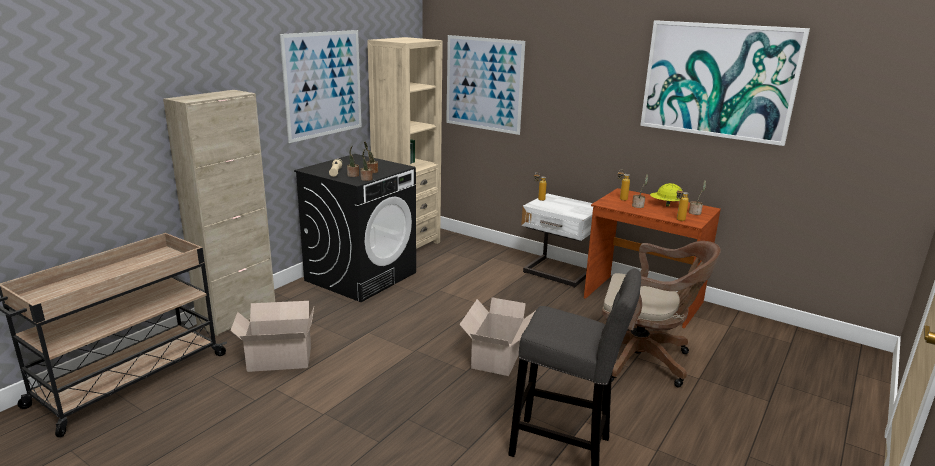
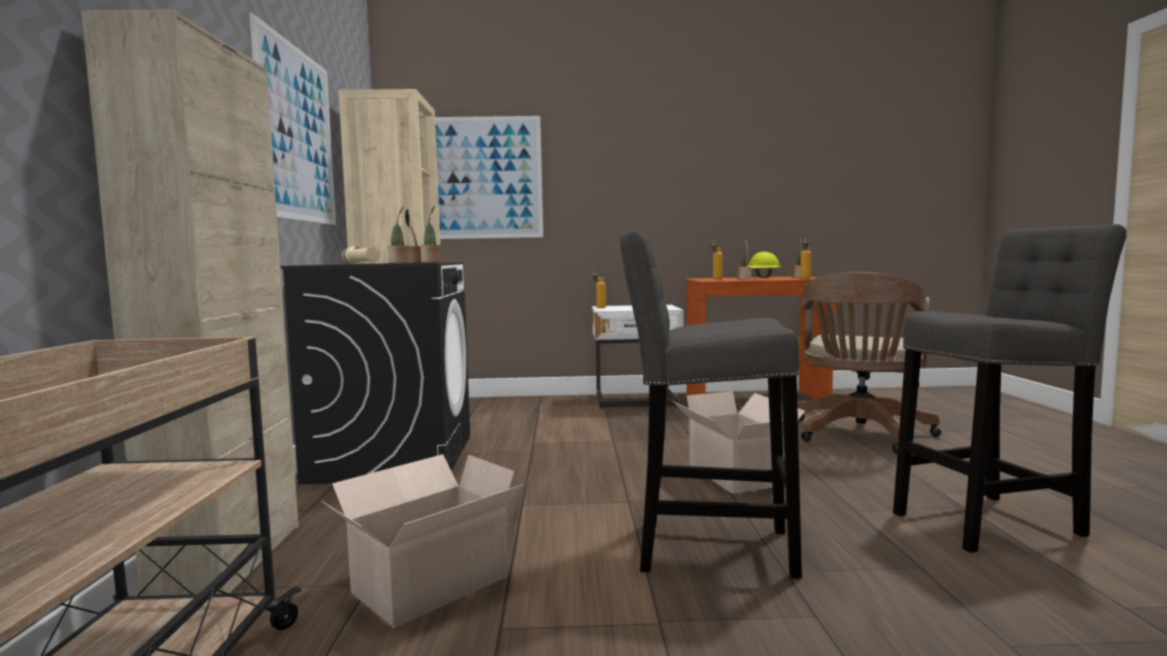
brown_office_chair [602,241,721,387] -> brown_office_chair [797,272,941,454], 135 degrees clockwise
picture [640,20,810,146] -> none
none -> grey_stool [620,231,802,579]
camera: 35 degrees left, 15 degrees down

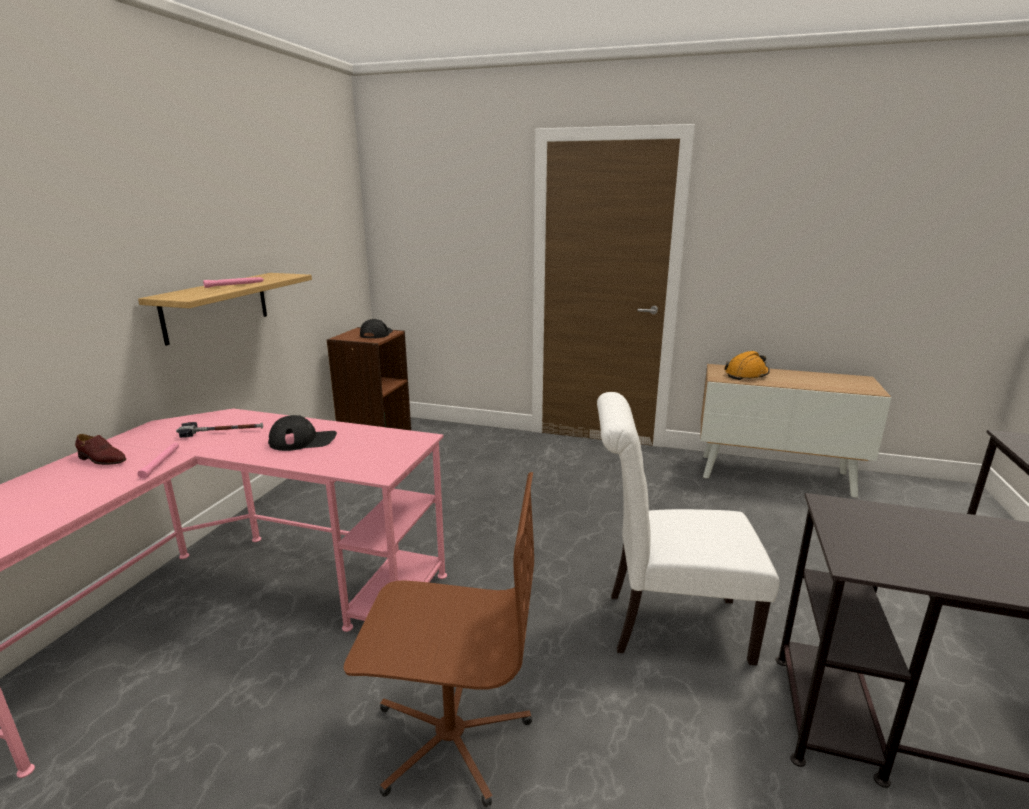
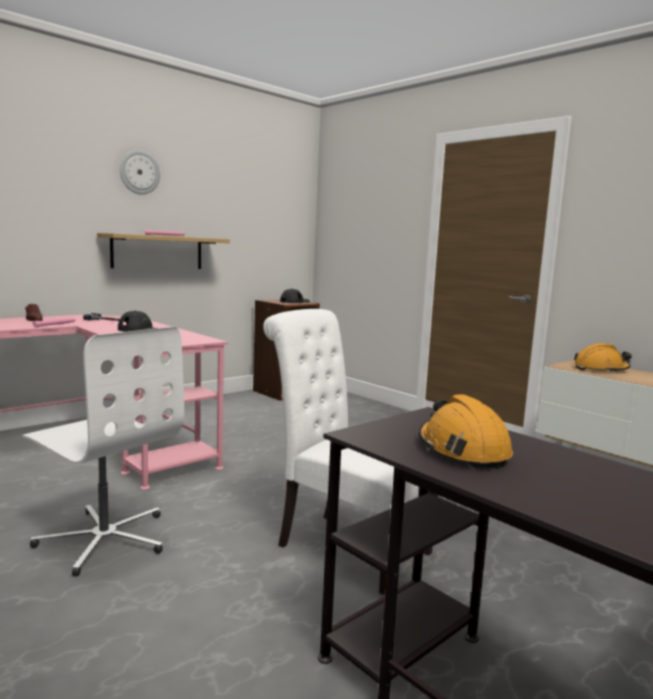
brown_office_chair [344,472,534,807] -> white_office_chair [22,327,184,576]
none -> wall_clock [120,150,160,195]
none -> orange_hard_hat [418,394,513,469]
camera: 30 degrees right, 10 degrees down

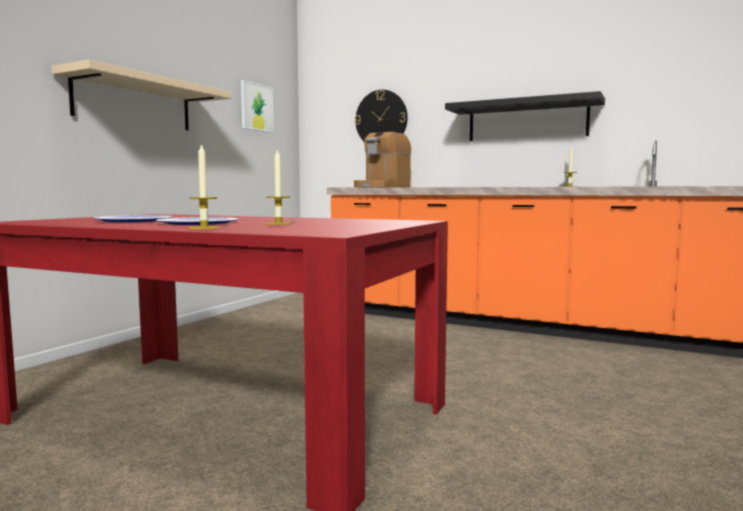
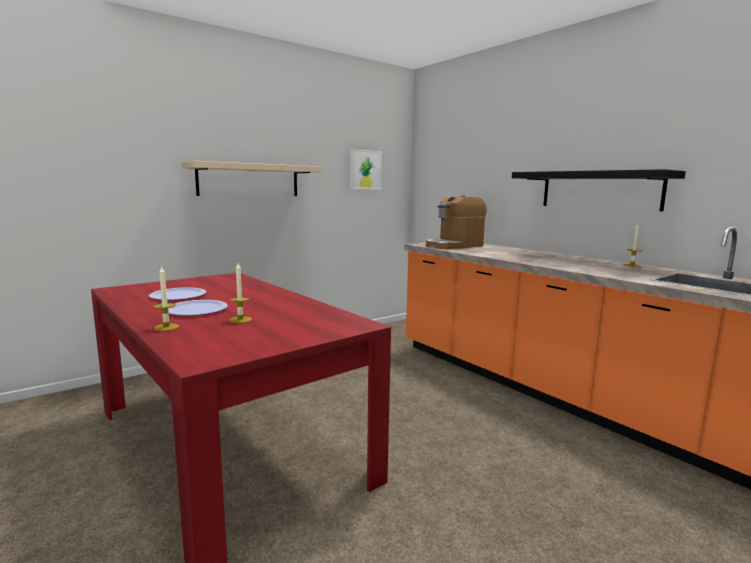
wall_clock [355,90,408,142] -> none
camera: 25 degrees right, 5 degrees up

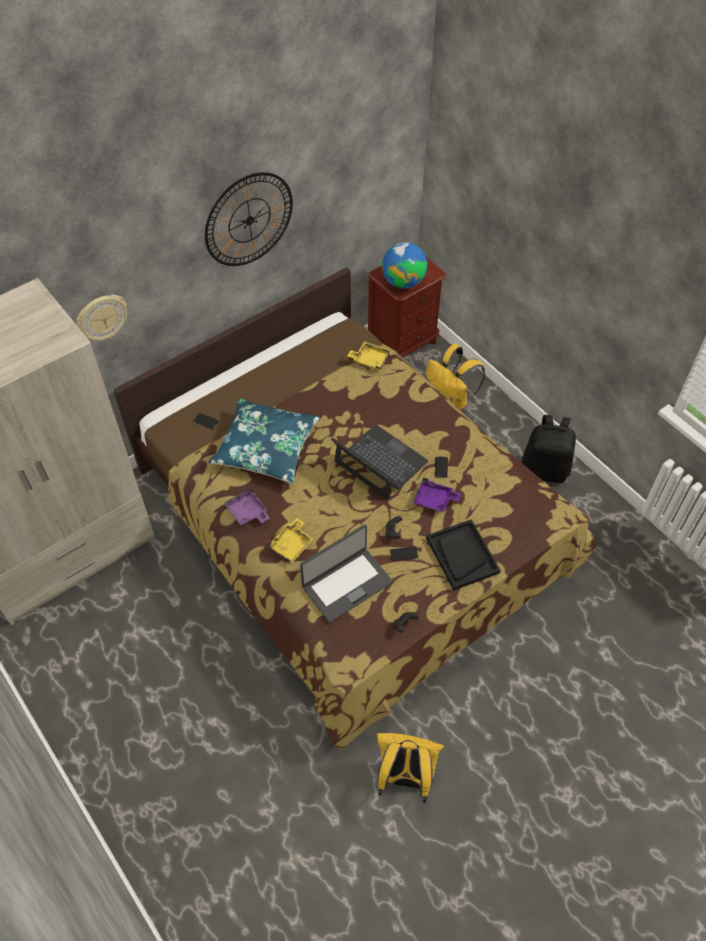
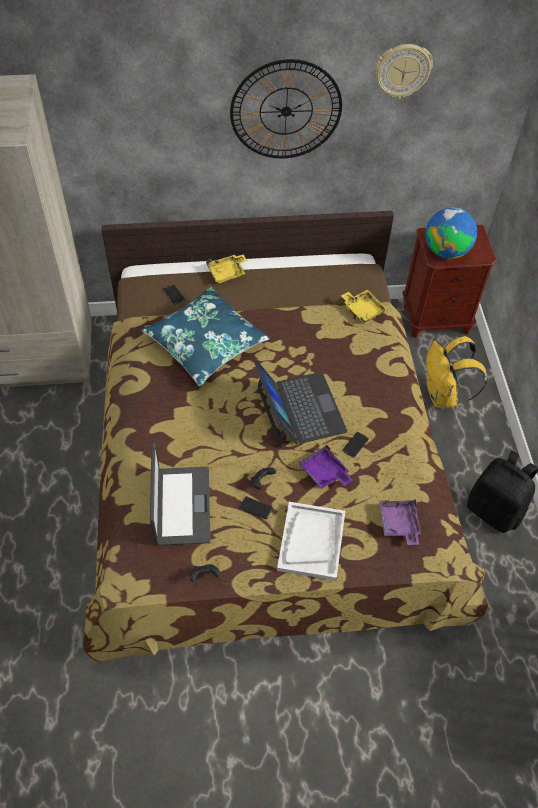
wall_clock [77,295,127,341] -> wall_clock [375,44,433,99], move
purple_tray [224,487,270,525] -> purple_tray [379,499,421,545], move
yellow_tray [267,518,314,563] -> yellow_tray [206,254,247,283], move
laptop [300,524,393,623] -> laptop [150,442,211,546], 90 degrees counterclockwise
yellow_backpack [376,733,444,803] -> none
black_tray [426,519,501,590] -> white_tray [277,502,345,581]
camera: 30 degrees right, 0 degrees up

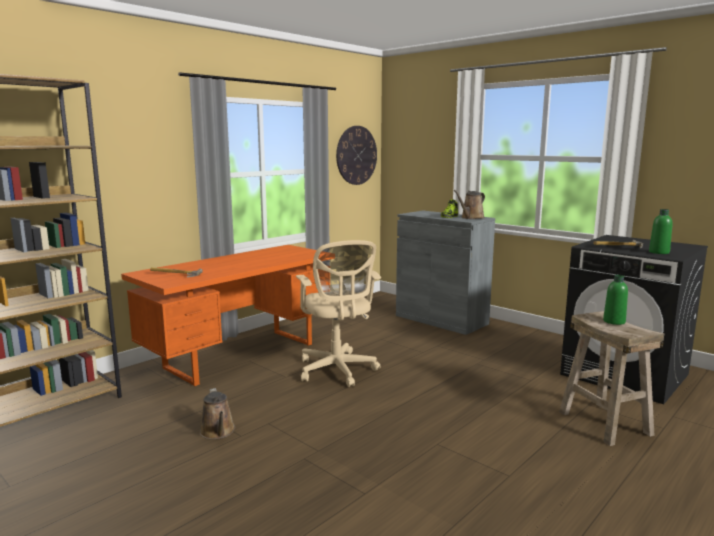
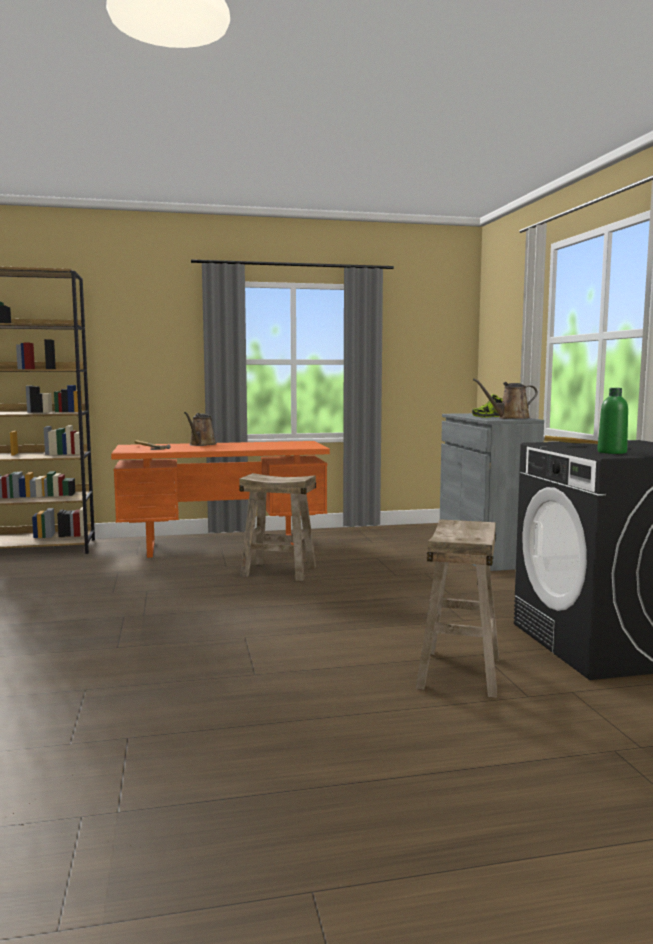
brown_watering_can [200,388,235,439] -> brown_watering_can [184,412,217,446], move
beige_office_chair [296,240,381,387] -> beige_stool [239,473,316,581]
wall_clock [336,126,377,185] -> none
green_bottle [603,275,628,325] -> none
camera: 35 degrees right, 5 degrees down

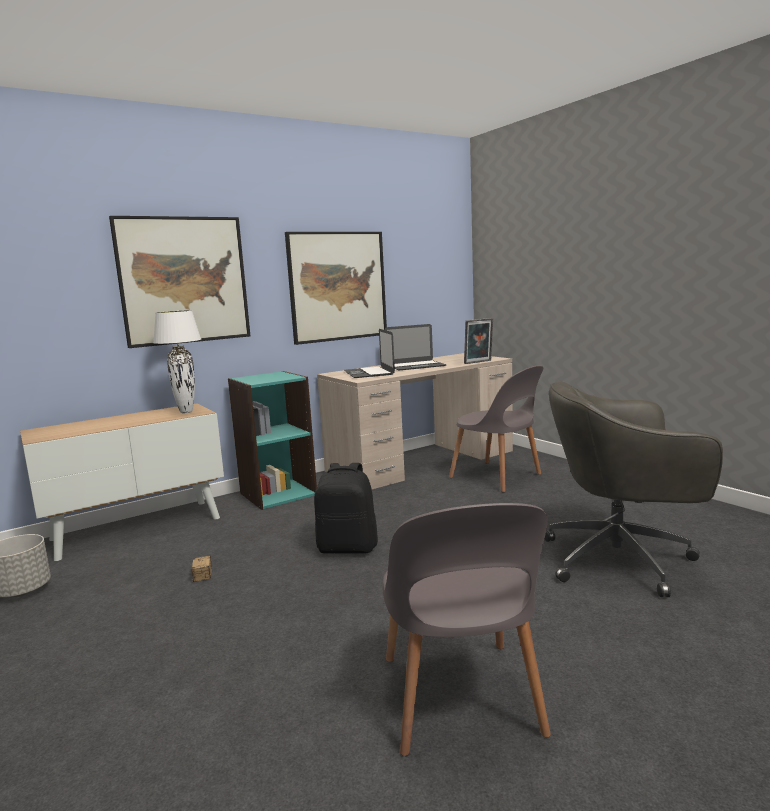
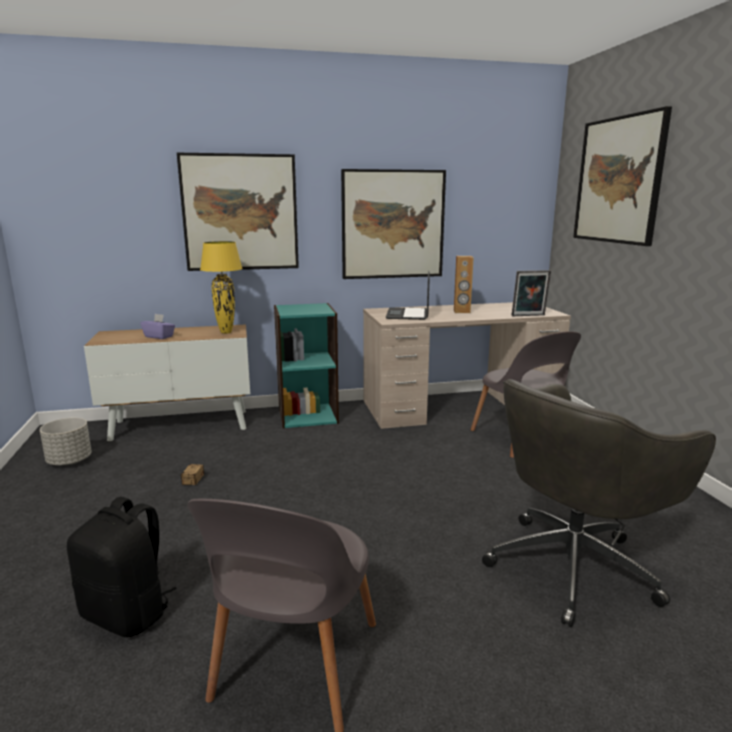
white_table_lamp [153,310,201,413] -> yellow_table_lamp [200,241,242,334]
black_backpack [314,463,378,554] -> black_backpack [67,497,177,637], move
laptop [385,324,446,370] -> brown_speaker [454,256,474,313]
grey_office_chair [544,381,723,597] -> grey_office_chair [482,379,716,627], 60 degrees counterclockwise
none -> purple_tissue_box [140,314,175,339]
none -> picture [573,106,672,246]
camera: 20 degrees right, 5 degrees up

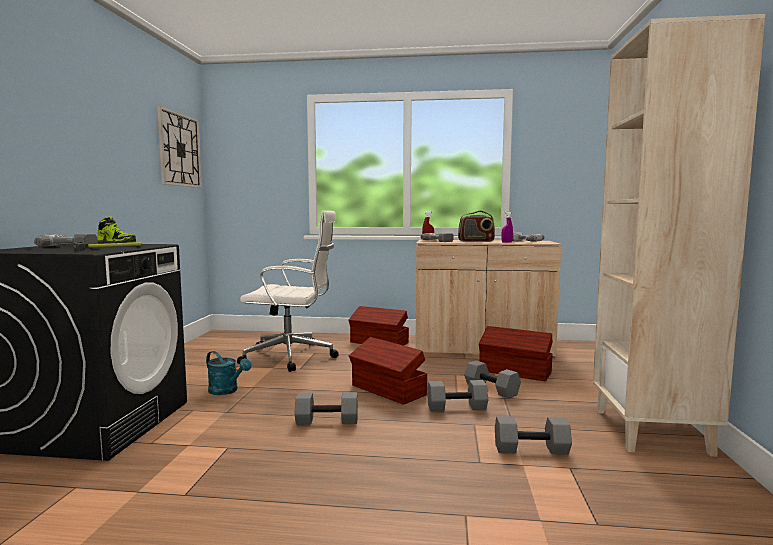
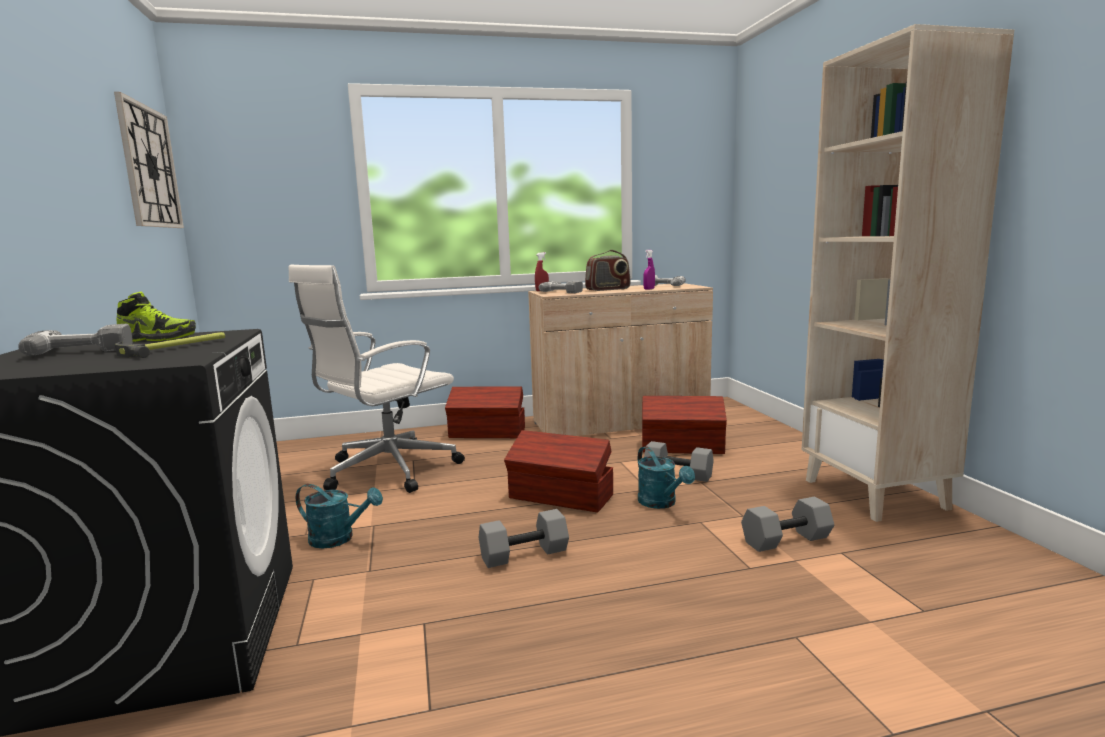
white_office_chair [237,211,339,372] -> white_office_chair [289,265,465,493], 150 degrees clockwise
grey_dumbbell [427,380,488,411] -> turquoise_watering_can [638,446,695,509]
camera: 20 degrees left, 5 degrees up

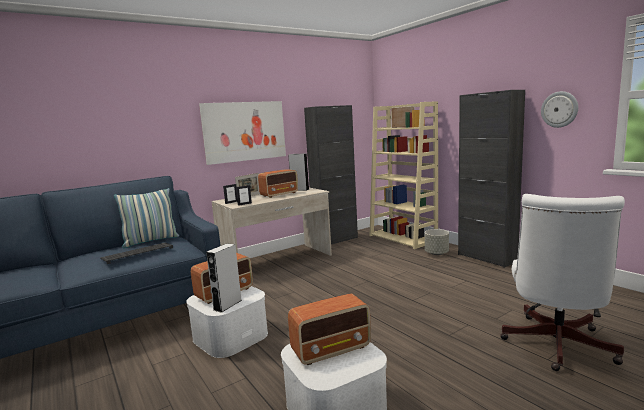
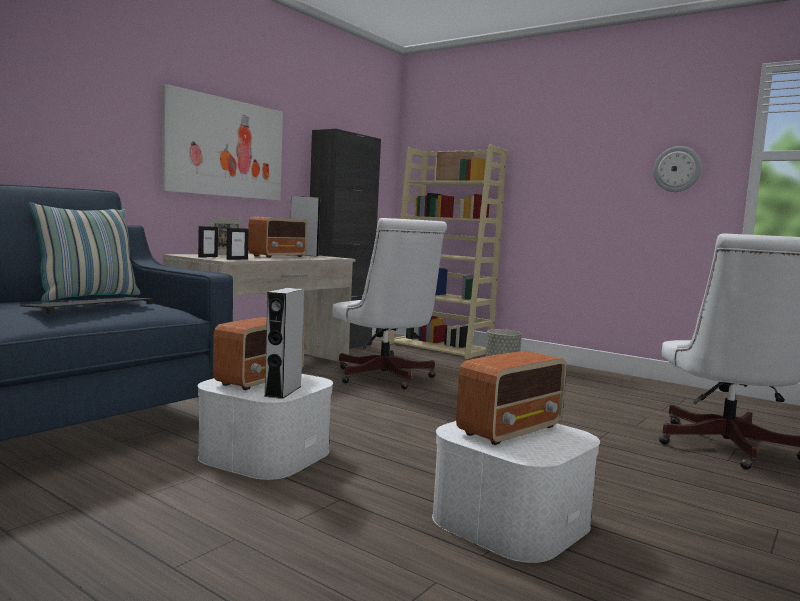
black_cabinet [458,90,525,268] -> none
none -> white_office_chair [333,218,447,389]
camera: 20 degrees left, 5 degrees down

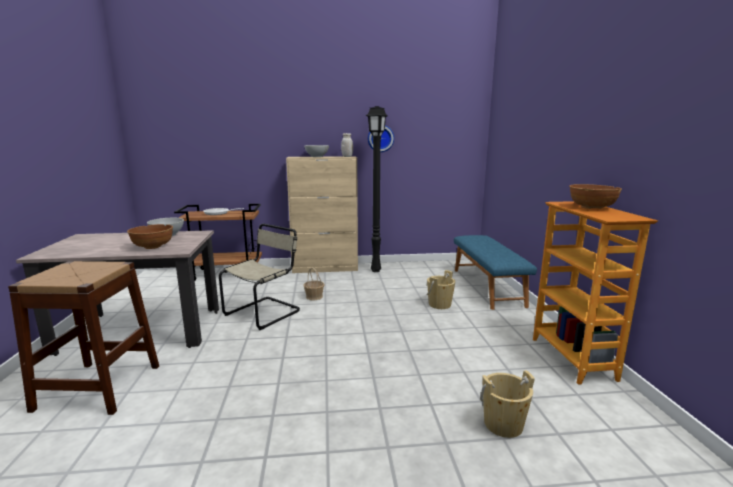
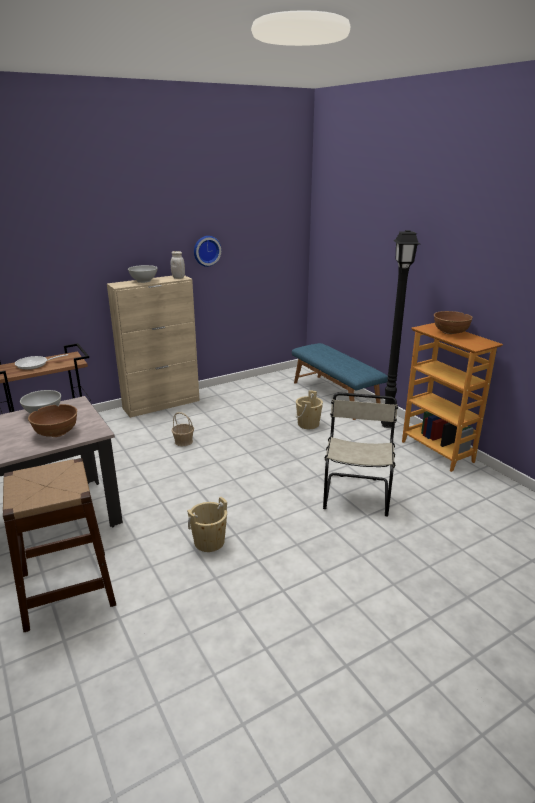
beige_chair [219,224,300,330] -> beige_chair [323,392,398,517], move
black_floor_lamp [365,106,388,272] -> black_floor_lamp [381,230,420,428], move
beige_bucket [480,370,535,438] -> beige_bucket [187,497,227,552], move
camera: 25 degrees left, 10 degrees up

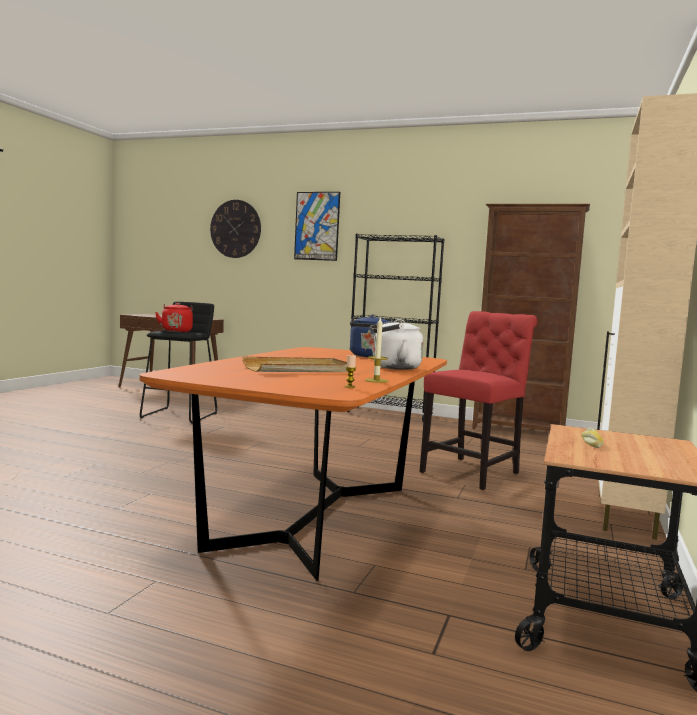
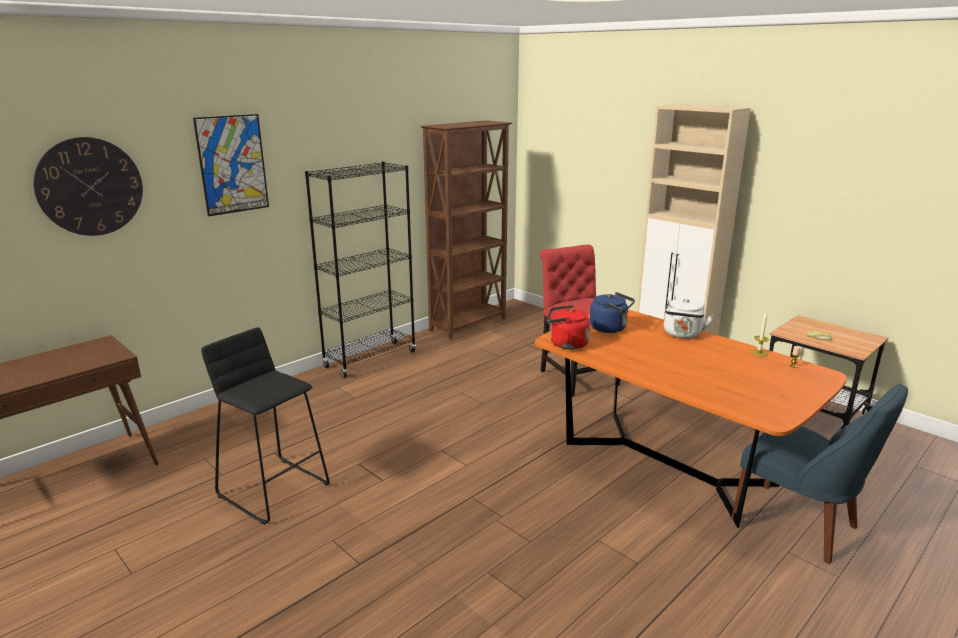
red_kettle [155,303,193,332] -> red_kettle [547,305,591,350], move
beige_tray [242,357,348,372] -> none
none -> blue_chair [731,384,908,564]
camera: 65 degrees left, 15 degrees up

